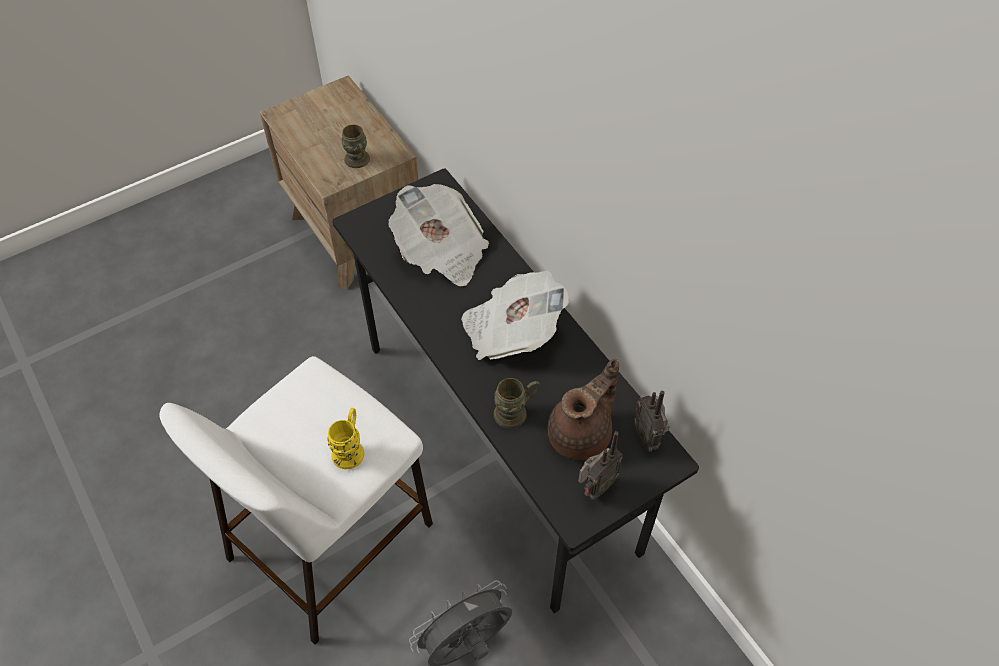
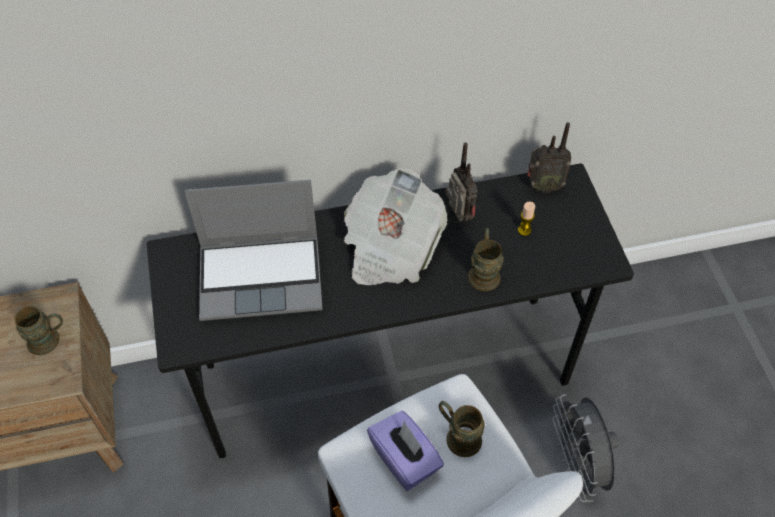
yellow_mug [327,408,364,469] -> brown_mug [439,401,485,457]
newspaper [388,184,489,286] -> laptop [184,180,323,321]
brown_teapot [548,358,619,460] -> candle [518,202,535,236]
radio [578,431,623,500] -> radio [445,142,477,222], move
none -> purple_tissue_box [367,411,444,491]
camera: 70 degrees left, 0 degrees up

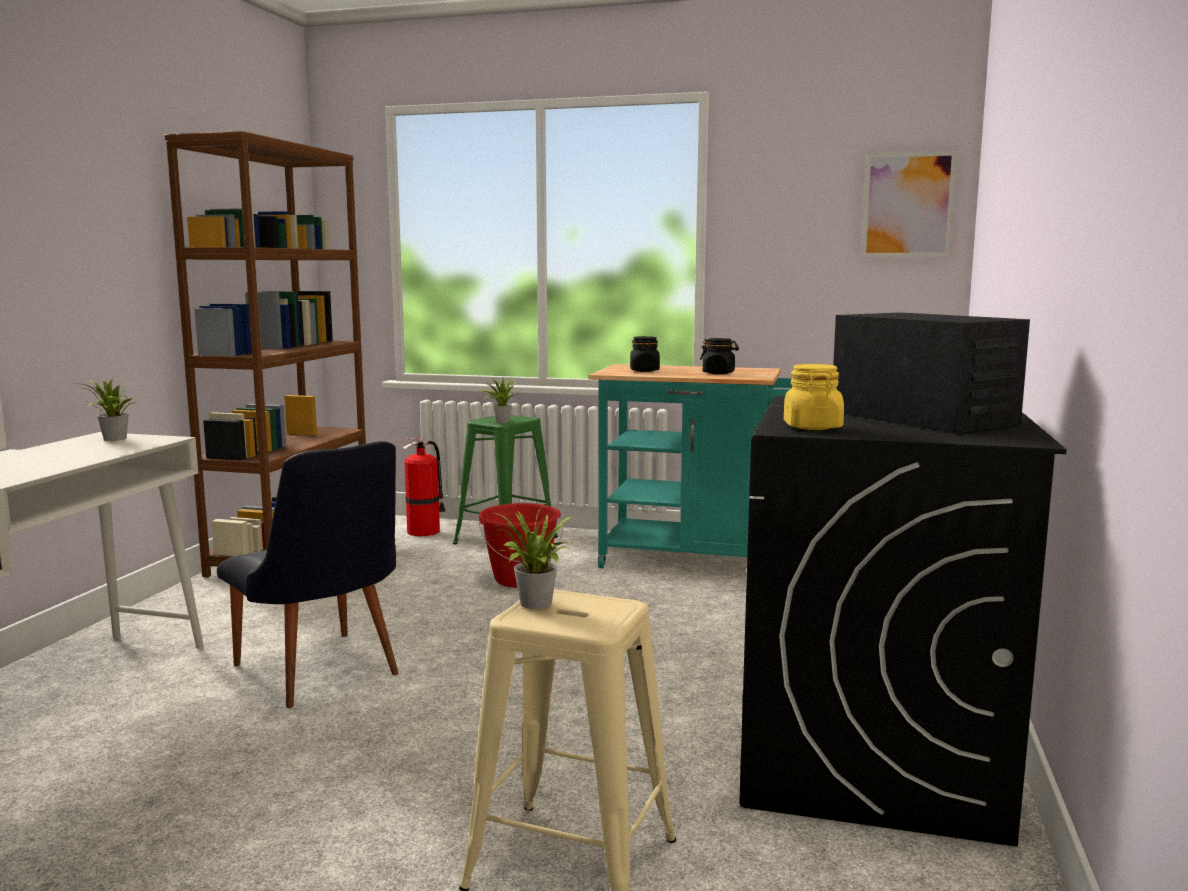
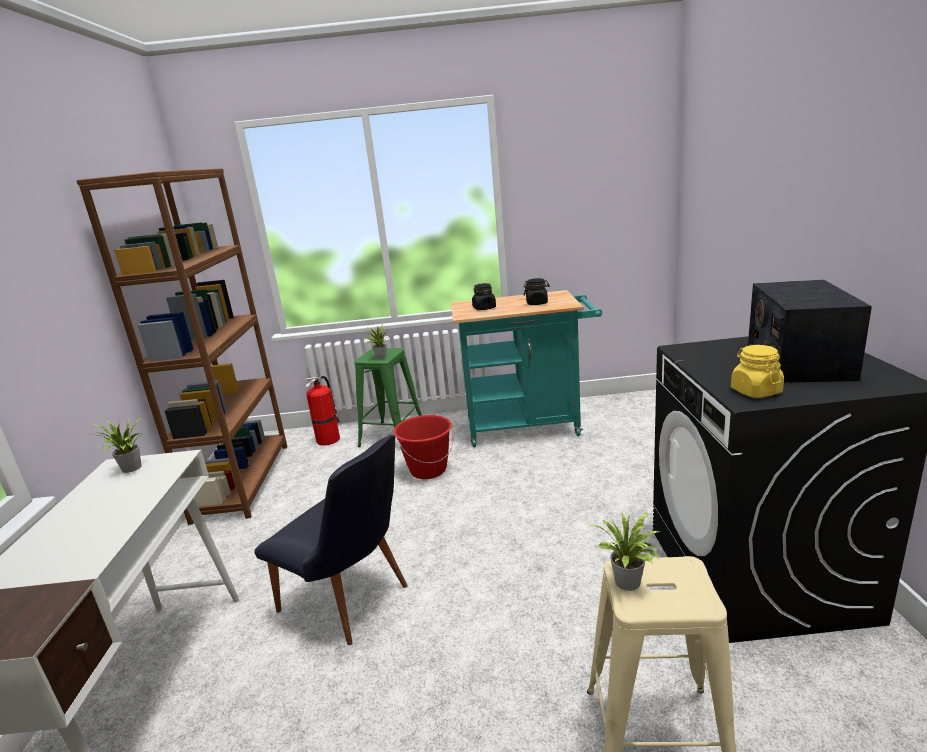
radio [833,312,1030,434] -> radio [748,280,872,383], 120 degrees counterclockwise
picture [861,151,957,258] -> none
camera: 15 degrees left, 10 degrees up

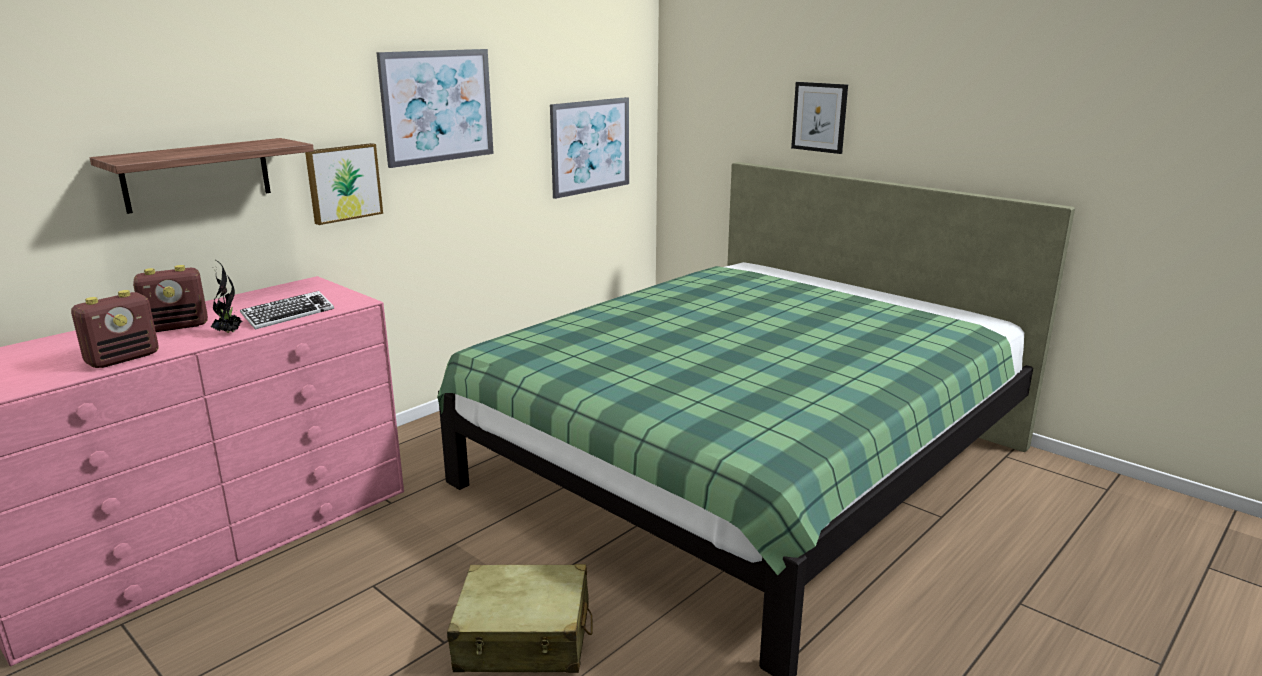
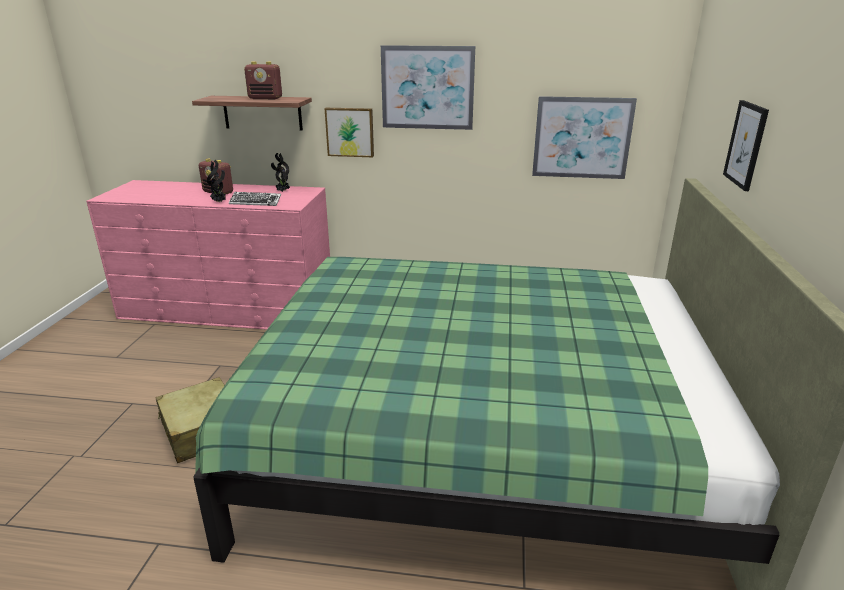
radio [71,290,159,368] -> radio [244,62,282,99], move
none -> potted_plant [271,153,290,192]
camera: 55 degrees right, 5 degrees up

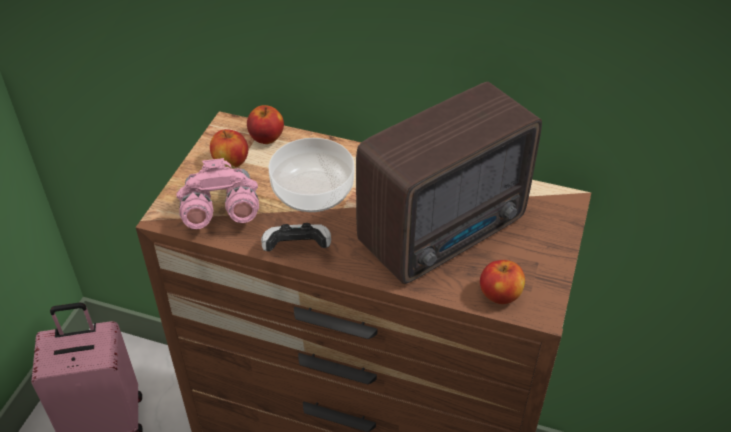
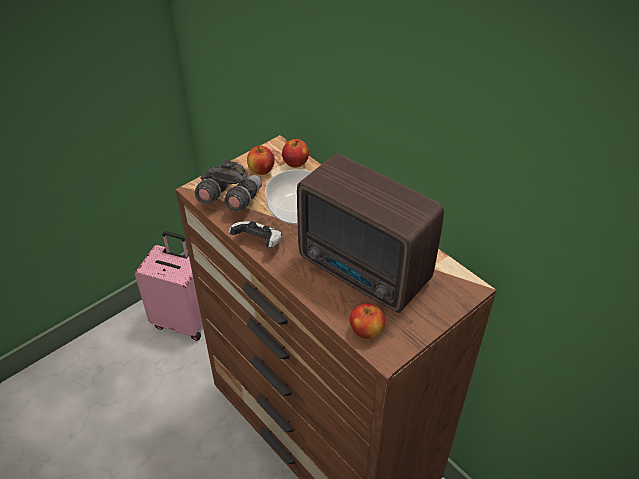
pink_binoculars [177,158,259,229] -> grey_binoculars [195,160,262,212]
radio [356,82,542,284] -> radio [297,154,444,313], 45 degrees clockwise
camera: 30 degrees right, 0 degrees up

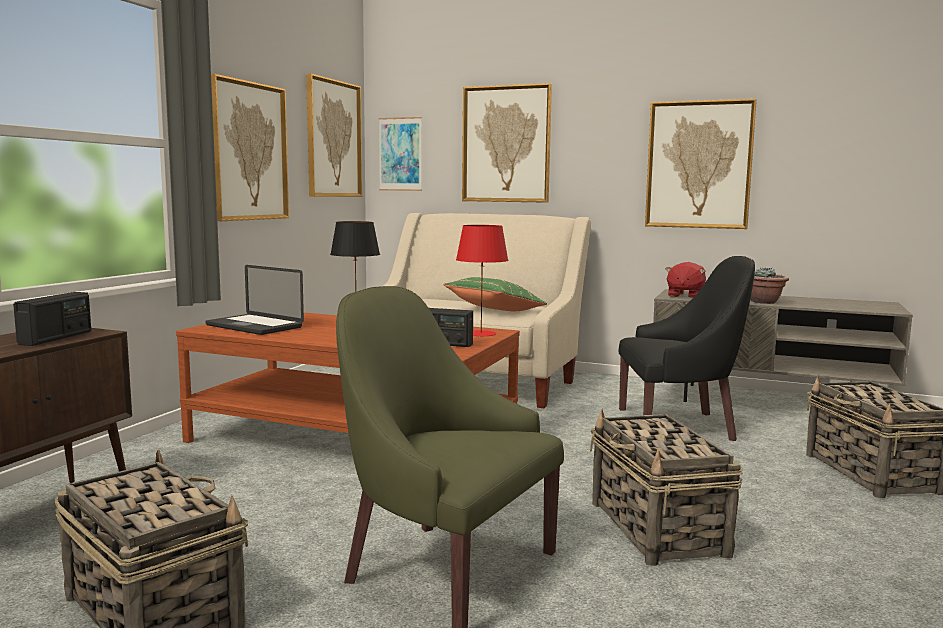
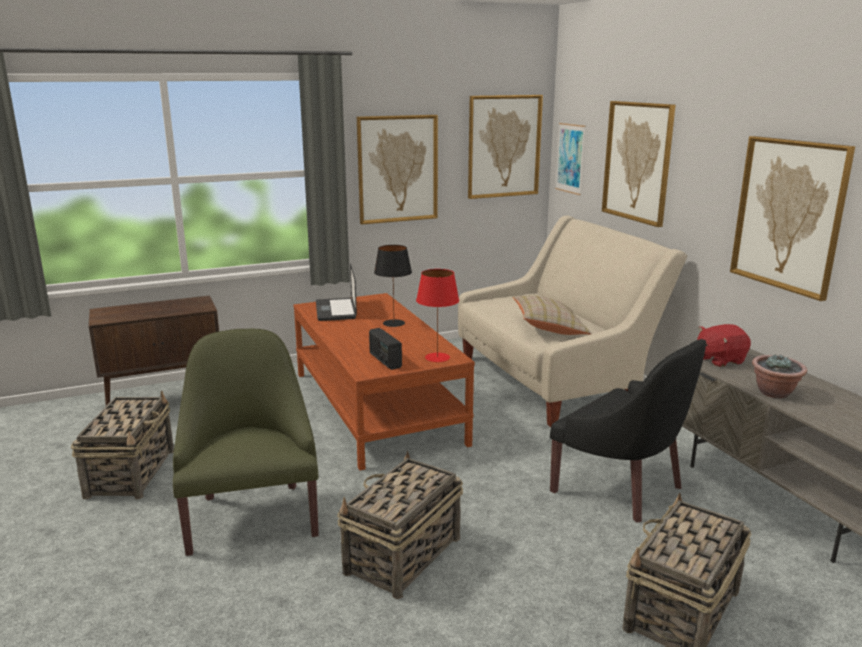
radio [13,292,91,346] -> none
green_pillow [444,277,547,311] -> beige_pillow [513,295,592,335]
camera: 45 degrees right, 10 degrees up

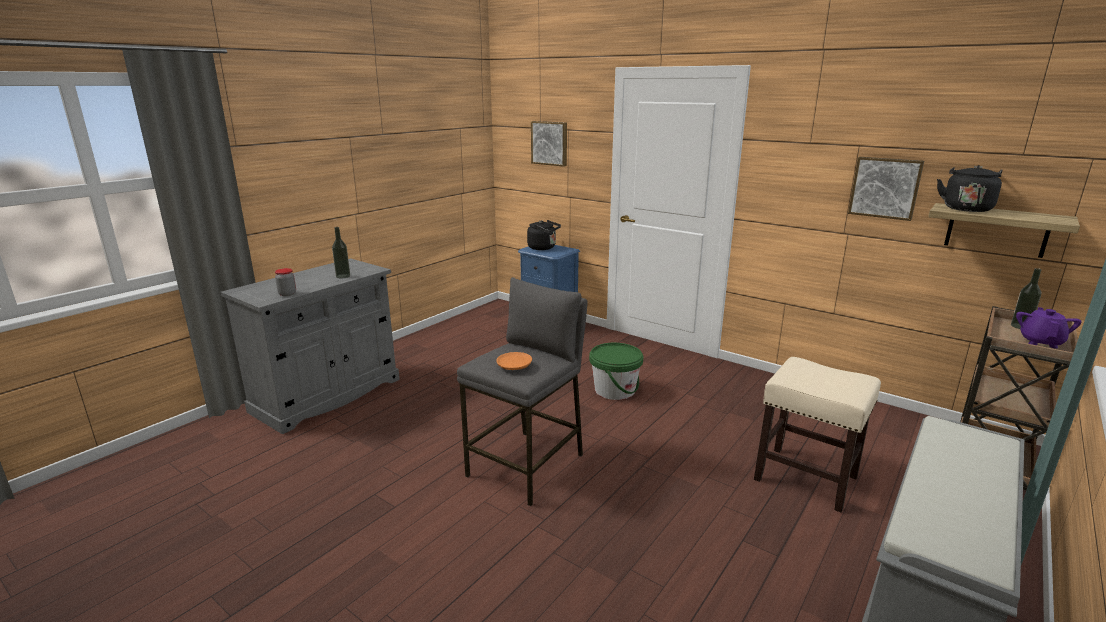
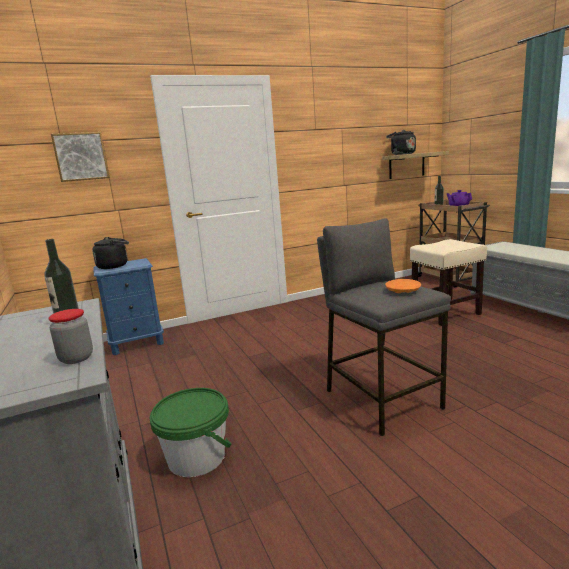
green_bucket [589,343,643,400] -> green_bucket [150,388,232,477], move
picture [848,157,924,221] -> none
camera: 60 degrees left, 5 degrees down

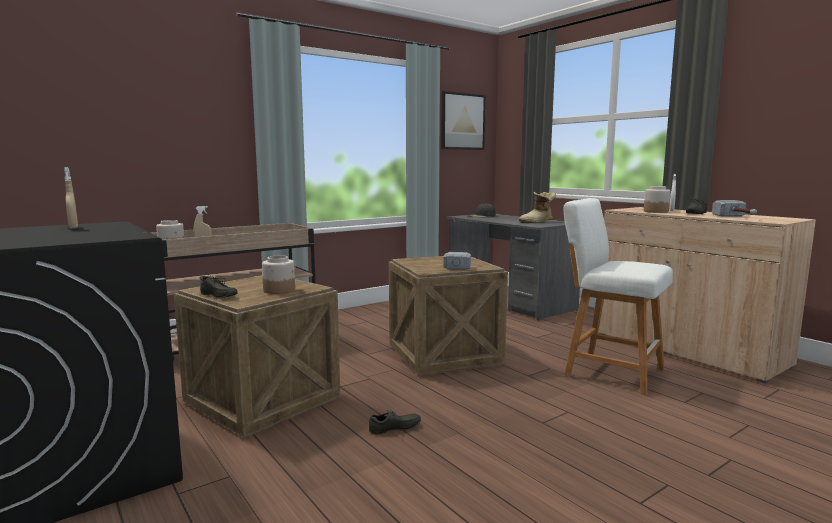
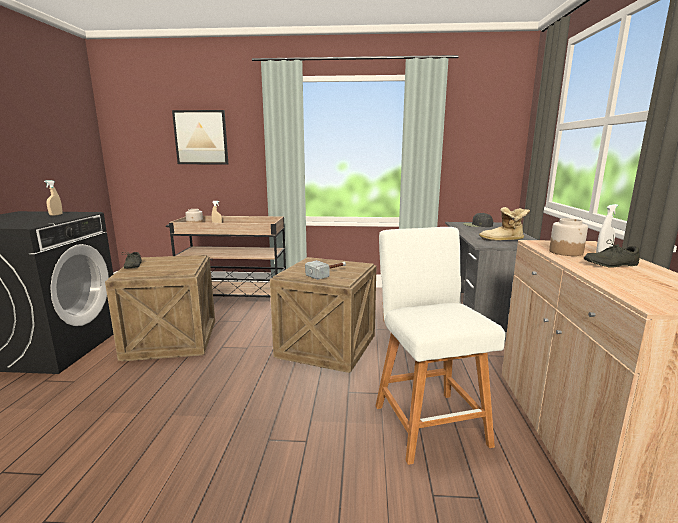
jar [262,255,295,294] -> none
grey_shoe [369,410,421,434] -> none
picture [441,91,485,150] -> picture [172,110,228,164], move
hammer [712,200,757,217] -> none
camera: 40 degrees right, 5 degrees up

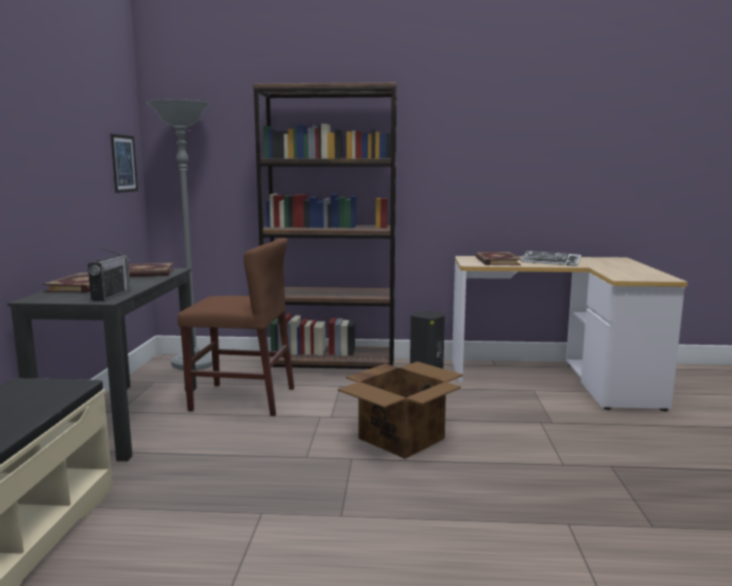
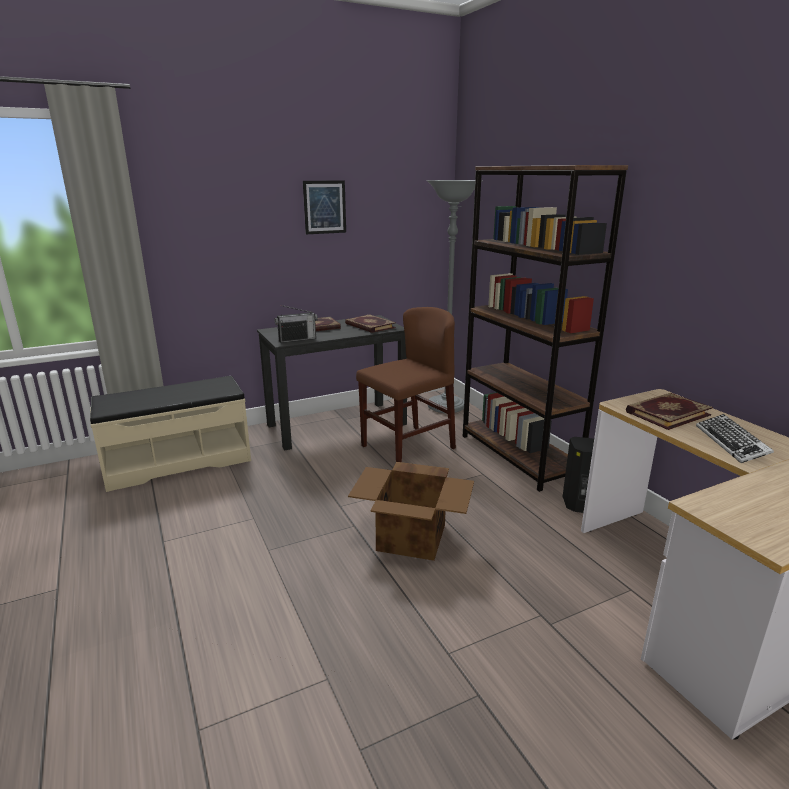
picture [110,134,138,193] -> picture [303,180,346,234], move
brown_chair [177,238,294,416] -> brown_chair [356,307,456,462], 105 degrees counterclockwise
camera: 60 degrees right, 10 degrees up

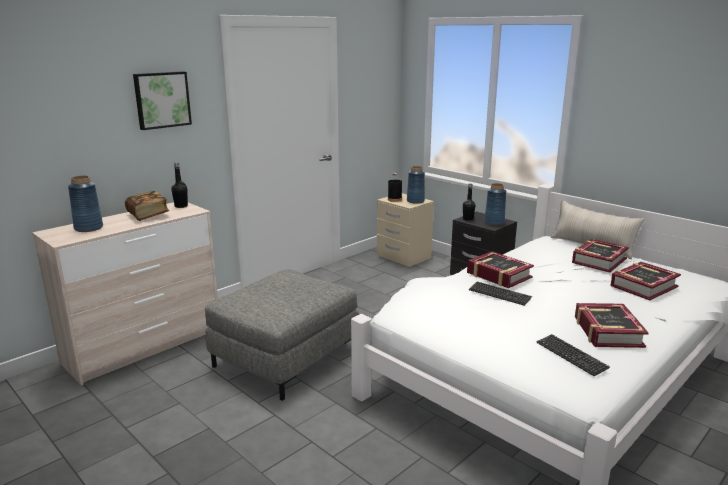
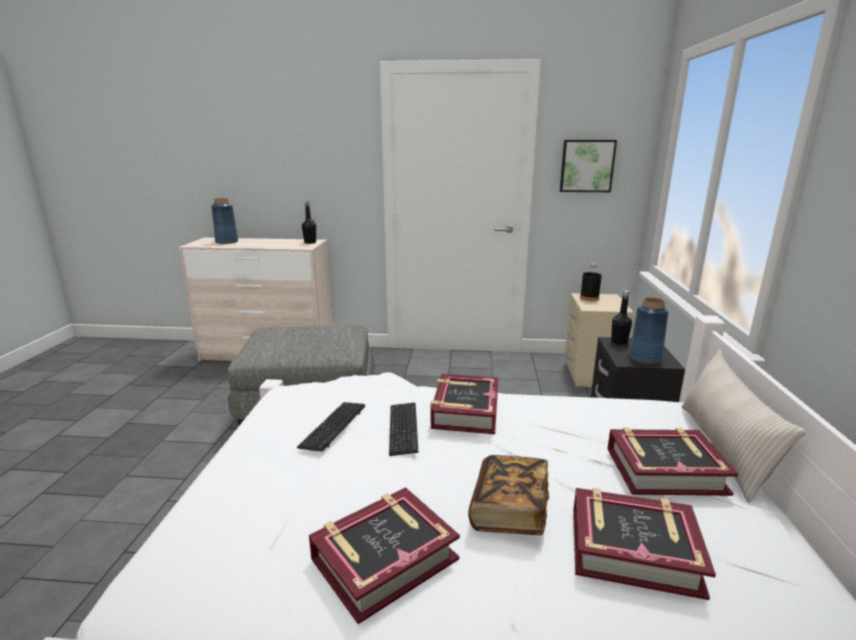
book [125,191,169,221] -> book [468,455,549,535], move
picture [133,71,192,130] -> picture [560,140,617,192], move
blue_vase [407,166,425,203] -> none
keyboard [536,334,610,376] -> keyboard [297,402,365,452], move
camera: 50 degrees right, 0 degrees up

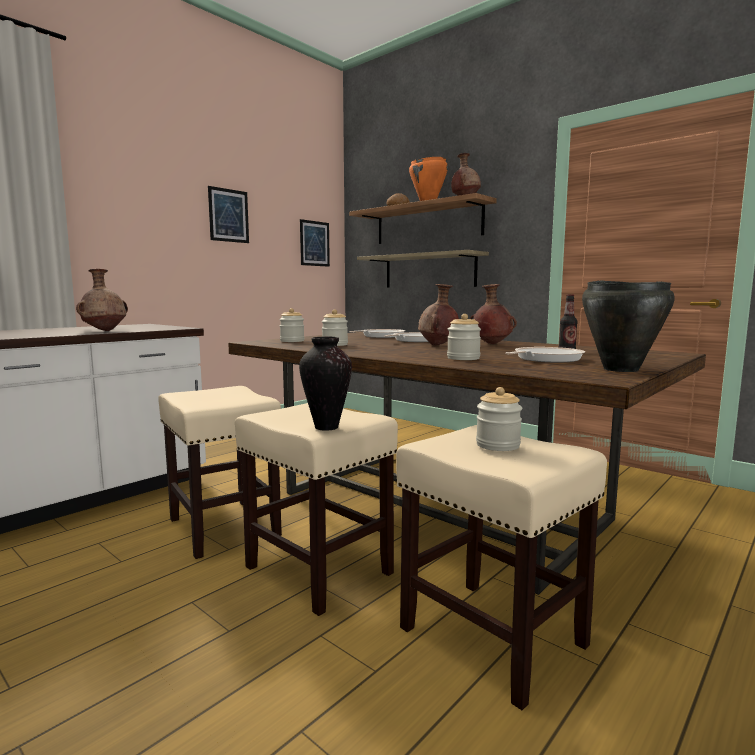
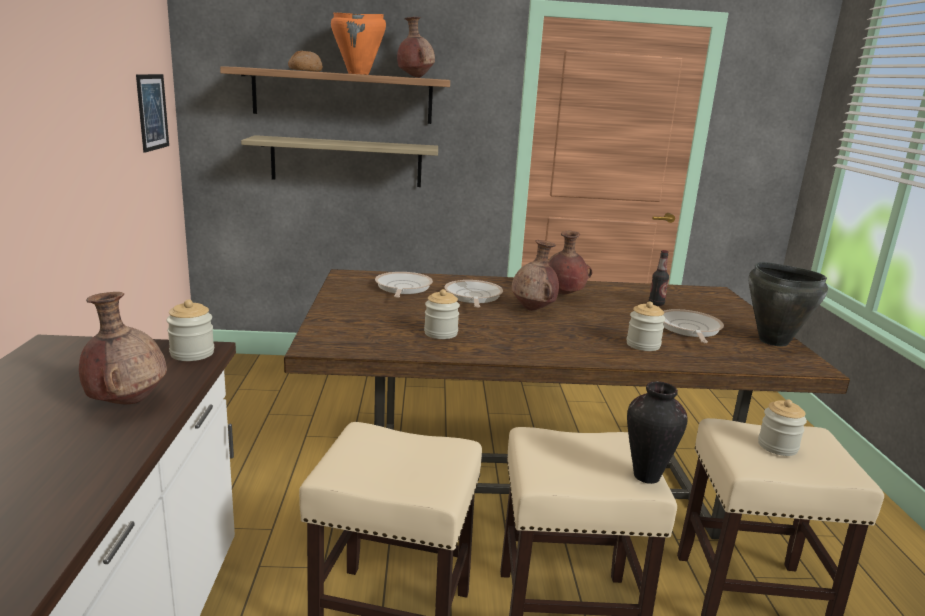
picture [208,186,249,243] -> none
jar [279,308,304,342] -> jar [166,300,214,361], move
camera: 45 degrees left, 10 degrees up

